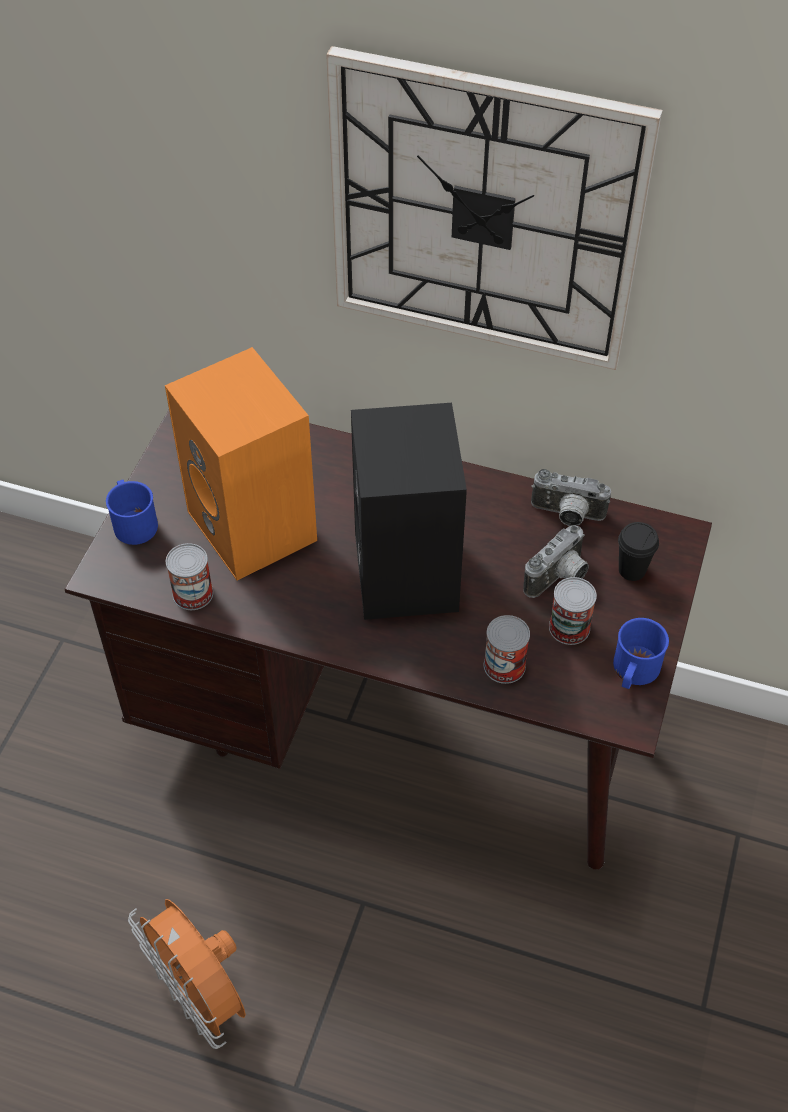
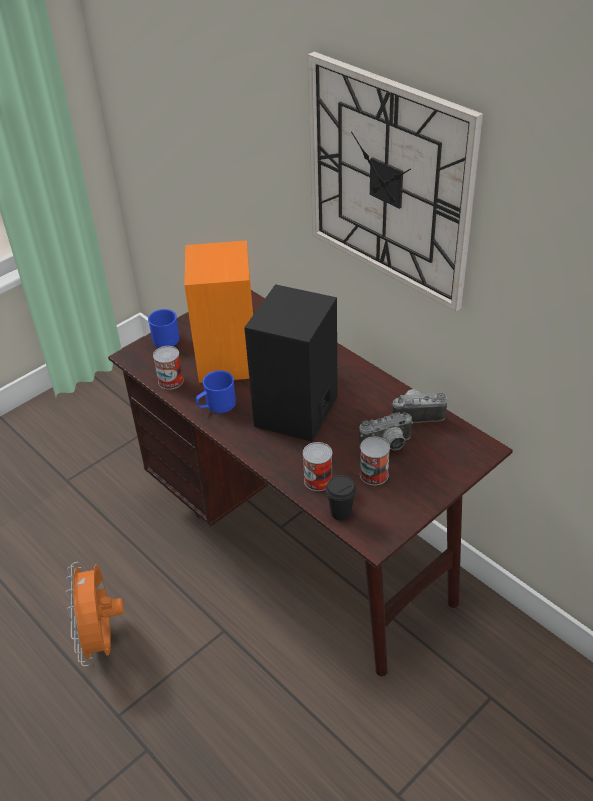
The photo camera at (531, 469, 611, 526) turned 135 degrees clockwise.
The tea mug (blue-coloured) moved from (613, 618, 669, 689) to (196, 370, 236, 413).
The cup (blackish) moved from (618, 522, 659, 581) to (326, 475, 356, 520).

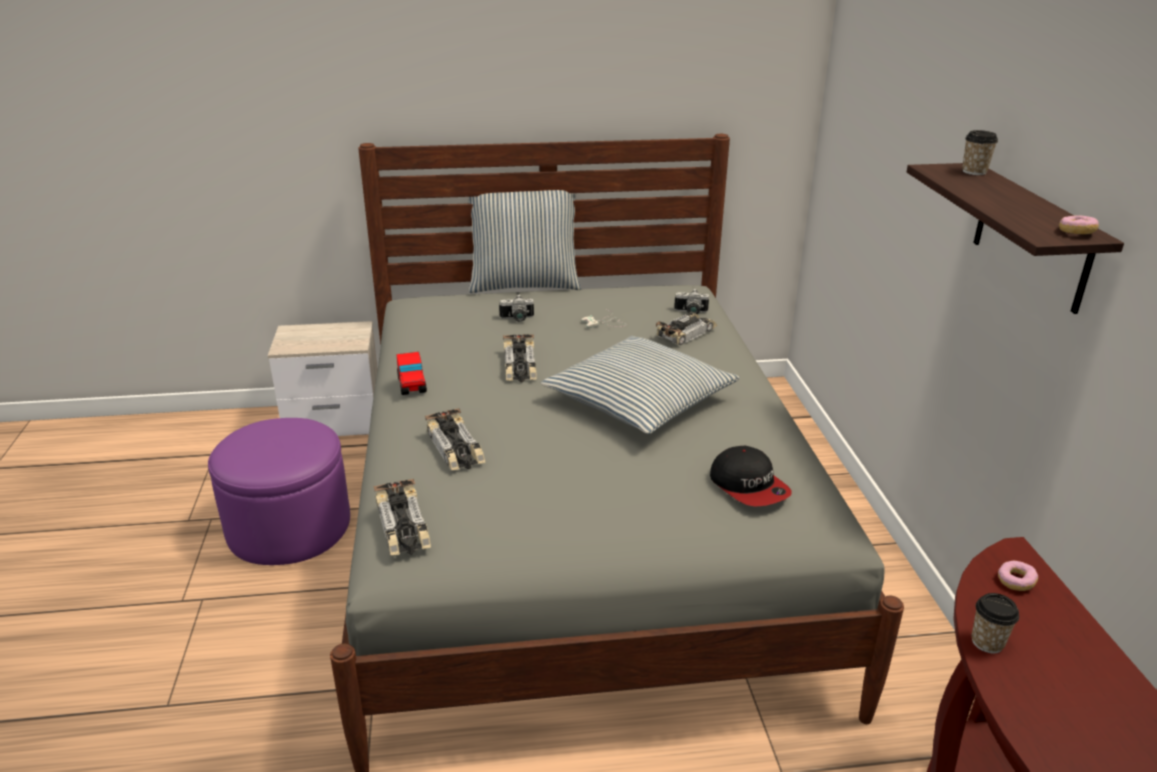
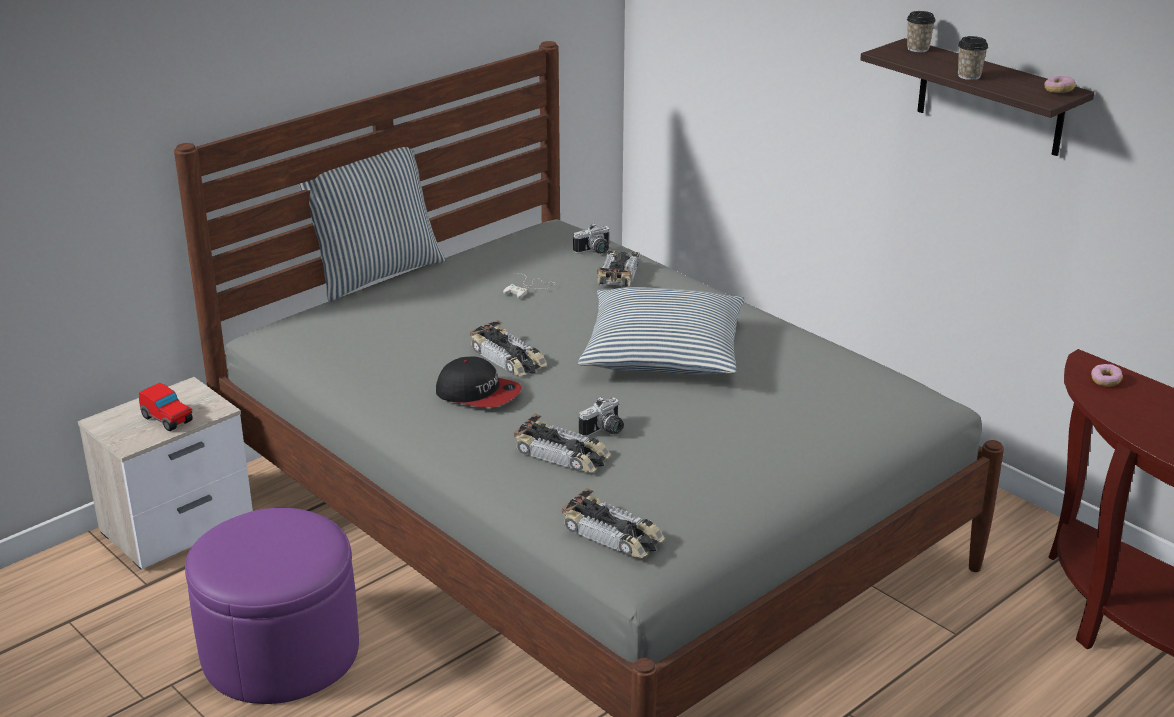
The model car moved from (396, 352, 427, 395) to (139, 383, 193, 431).
The photo camera moved from (499, 294, 534, 322) to (579, 397, 624, 437).
The baseball cap moved from (710, 446, 792, 507) to (436, 357, 522, 408).
The cup moved from (972, 593, 1019, 653) to (958, 36, 988, 80).

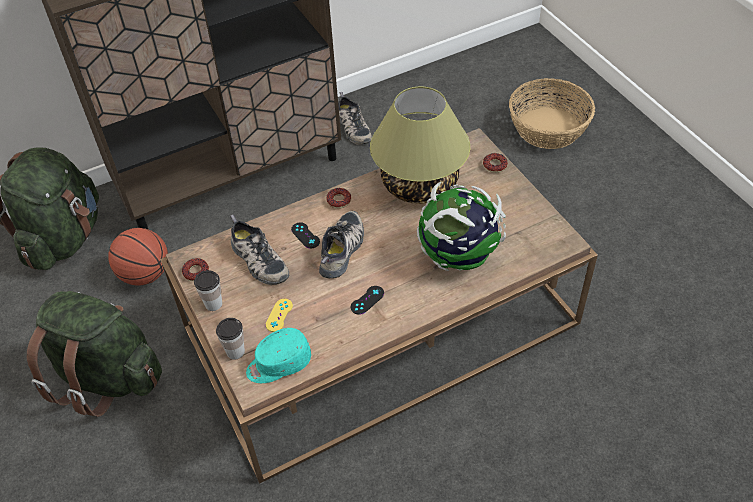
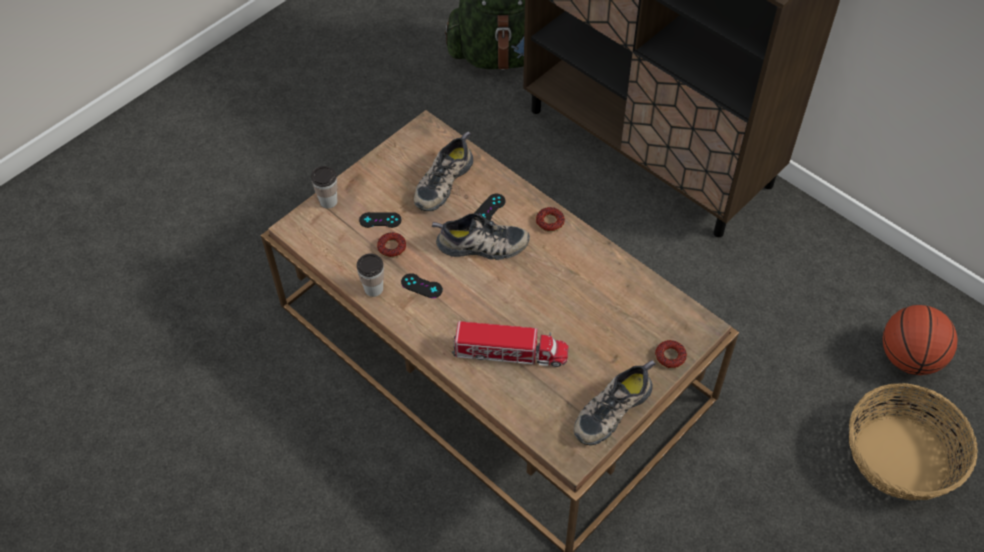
The rucksack (greenish) at (27, 291, 162, 417) disappeared.
The ball for basketball moved from (108, 228, 168, 285) to (883, 305, 957, 375).
The donut moved from (182, 258, 209, 281) to (377, 232, 406, 258).
The cup moved from (194, 270, 222, 311) to (357, 253, 384, 297).
The baseball cap (blue-green) at (246, 328, 311, 383) disappeared.
The gamepad (yellowish) at (266, 299, 293, 332) became the gamepad (blackish) at (359, 212, 401, 228).
The shoe moved from (338, 92, 372, 145) to (574, 360, 656, 446).
The tabletop lamp at (370, 87, 470, 204) disappeared.
The desk globe at (417, 182, 506, 271) was replaced by the toy lorry at (452, 321, 569, 367).

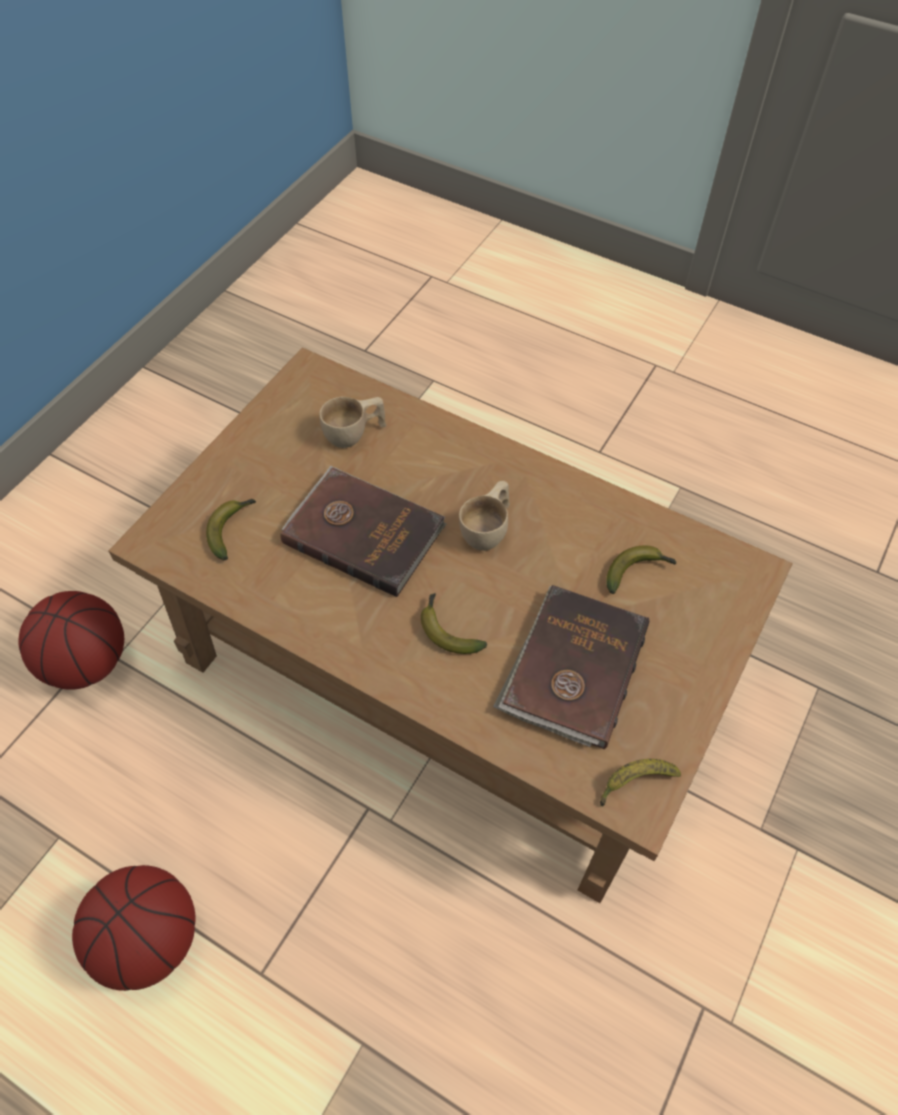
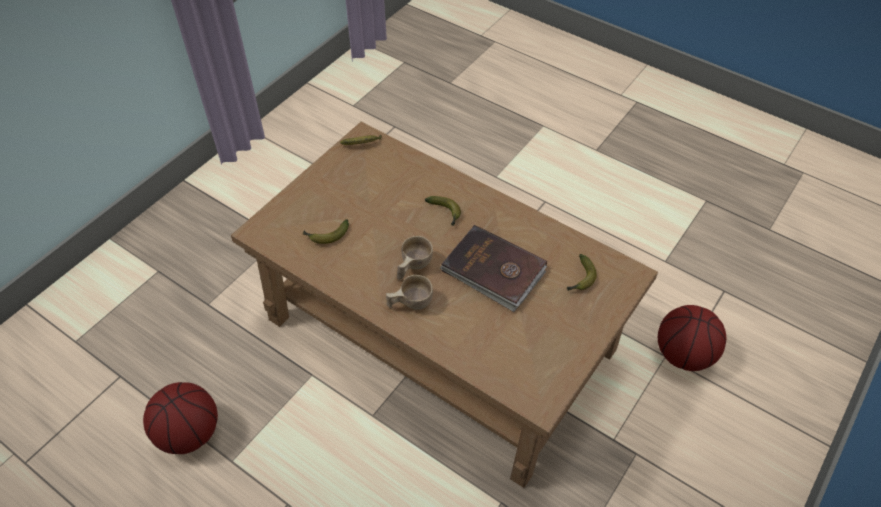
The ball for basketball moved from (72, 865, 195, 991) to (143, 382, 218, 454).
The cup (beige) moved from (320, 397, 386, 448) to (386, 275, 433, 310).
The volume (brown-coloured) at (493, 585, 649, 749) disappeared.

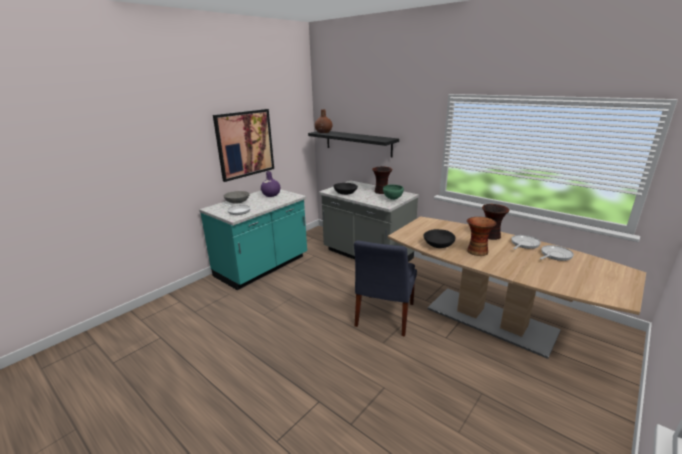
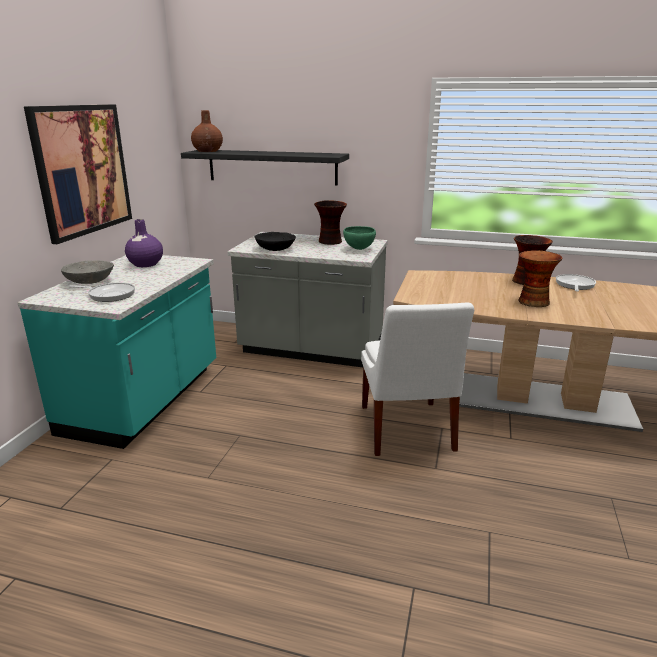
The chair (blue-coloured) at (354, 240, 417, 337) became the chair (white-coloured) at (361, 302, 474, 456).
The bowl (blackish) at (423, 229, 456, 248) disappeared.
The pan at (540, 245, 574, 261) disappeared.

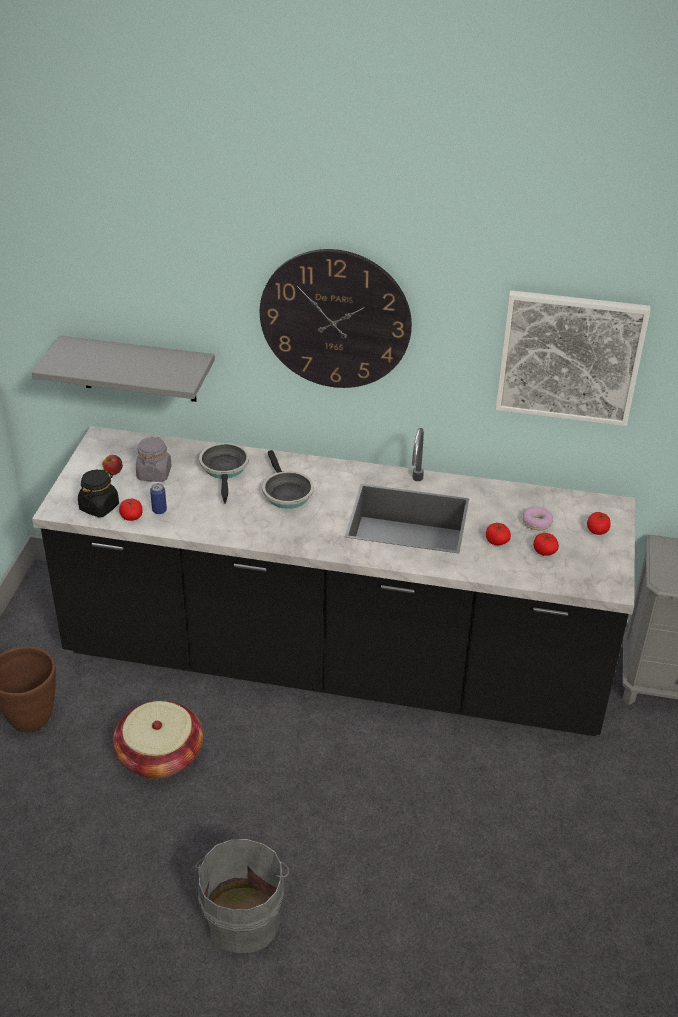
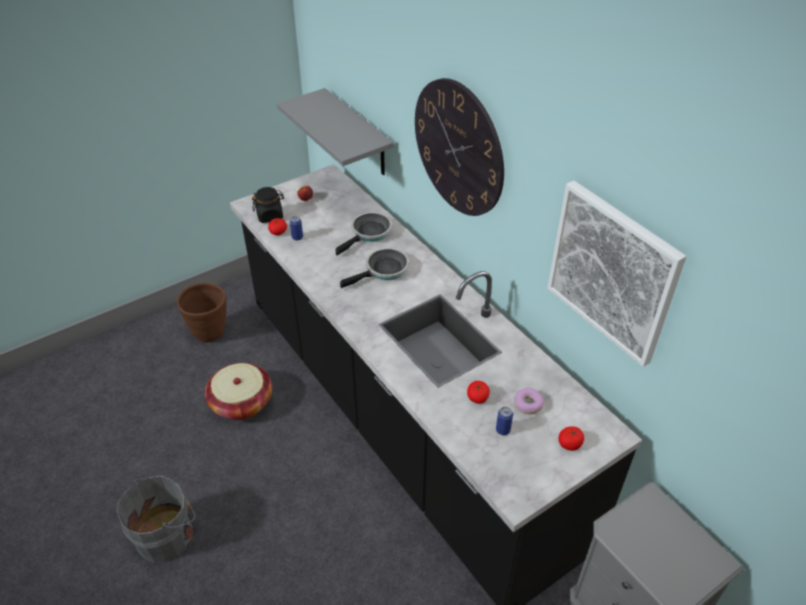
The preserve jar (grey) at (136, 437, 172, 482) disappeared.
The pan at (262, 450, 314, 509) turned 150 degrees counterclockwise.
The whole tomato at (533, 533, 559, 556) was replaced by the sealed can at (496, 407, 513, 435).

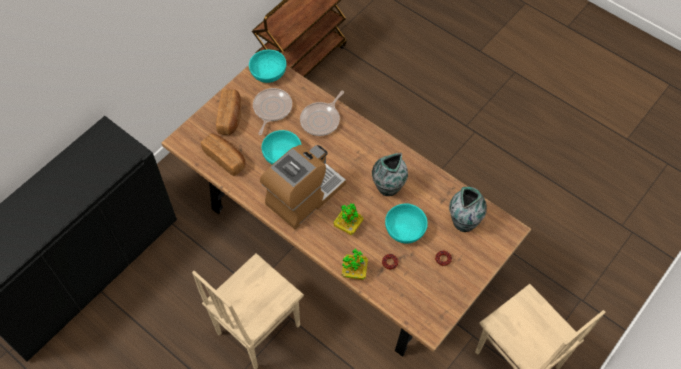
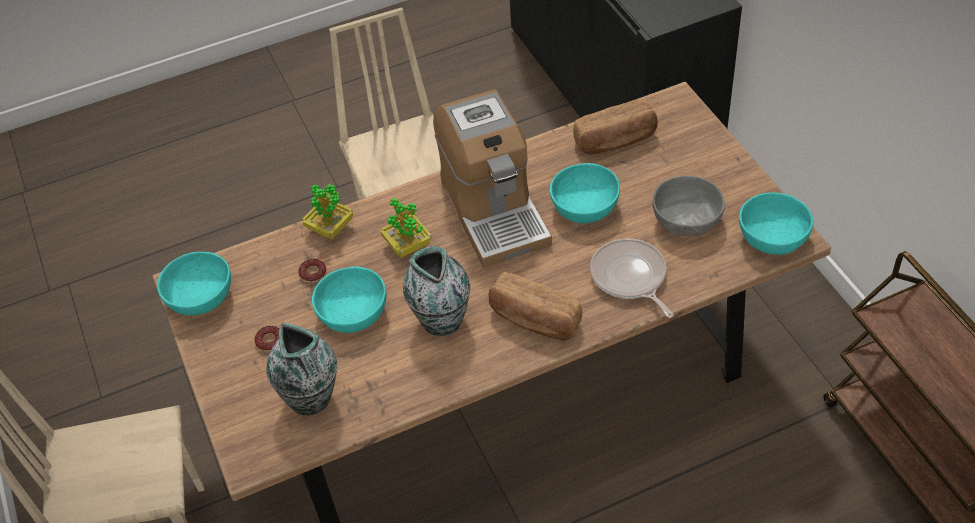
The baked bread moved from (216, 89, 241, 135) to (489, 272, 582, 340).
The pan at (253, 88, 292, 135) was replaced by the bowl (grey) at (653, 175, 725, 236).
The bowl (blue-green) at (157, 252, 231, 315) appeared.

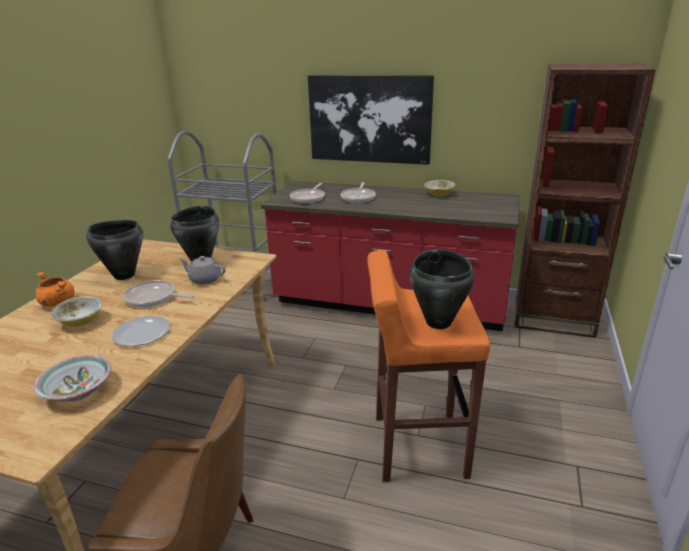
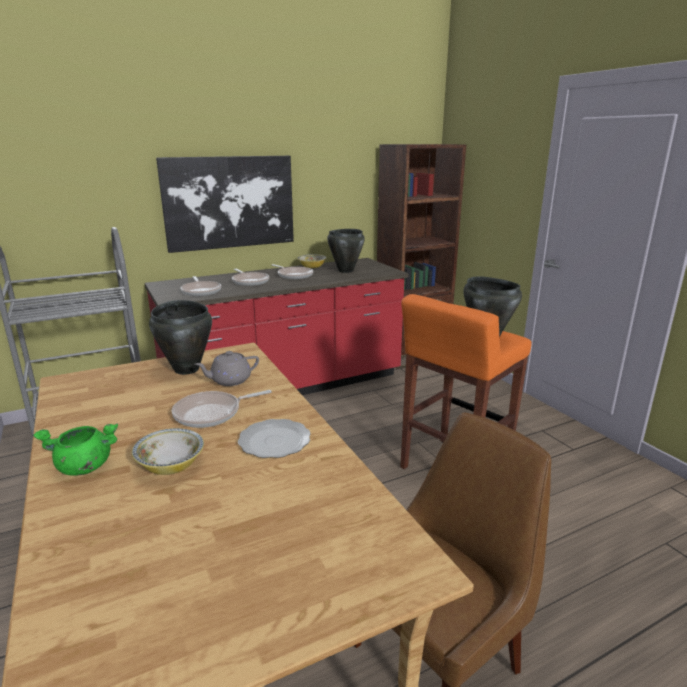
The bowl at (34, 355, 111, 402) disappeared.
The saucepot (orange-coloured) at (35, 272, 74, 307) became the saucepot (greenish) at (33, 424, 118, 476).
The saucepot (blackish) moved from (86, 220, 143, 280) to (327, 229, 365, 273).
The pan at (272, 264, 313, 279) appeared.

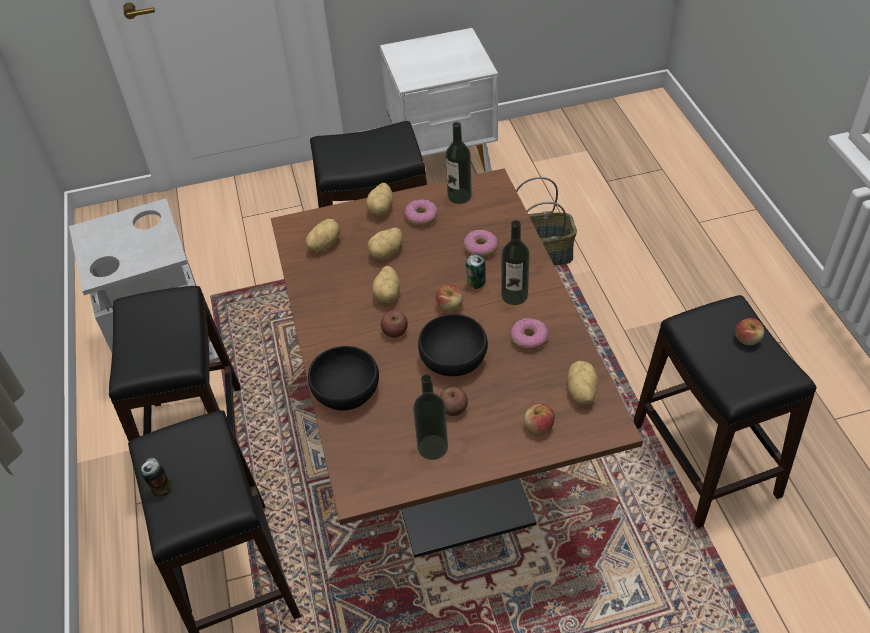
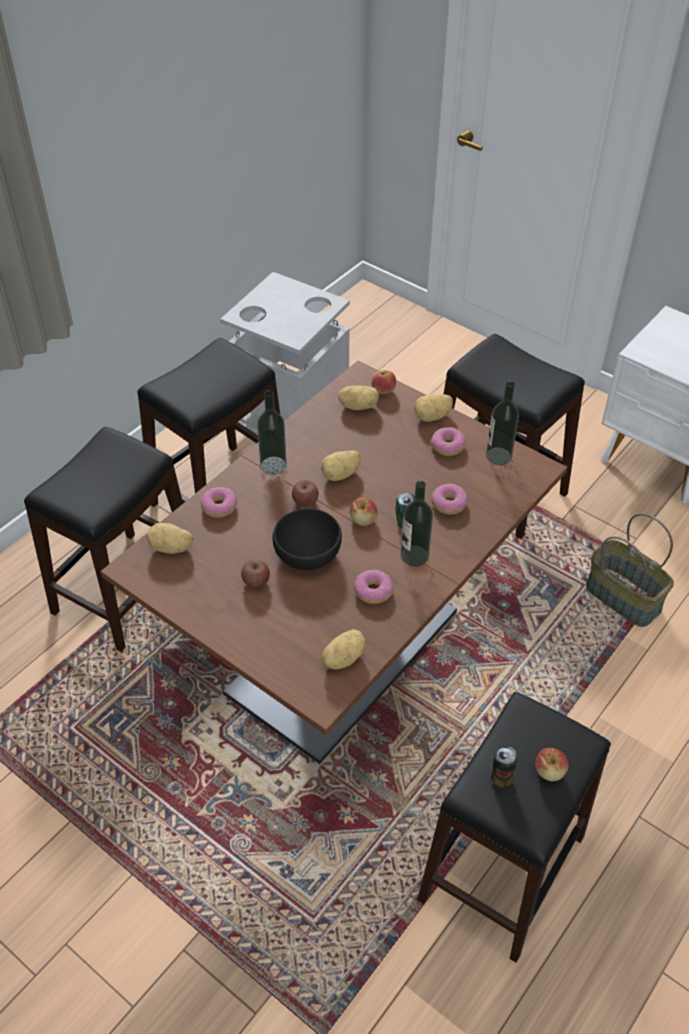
The sealed can moved from (141, 458, 172, 496) to (491, 747, 517, 788).
The bowl (blackish) at (308, 346, 379, 411) was replaced by the donut at (201, 487, 237, 518).
The whole potato moved from (368, 228, 403, 260) to (146, 523, 193, 554).
The drink bottle moved from (413, 374, 448, 460) to (257, 390, 287, 475).
The apple fruit moved from (524, 404, 555, 436) to (371, 370, 396, 394).

